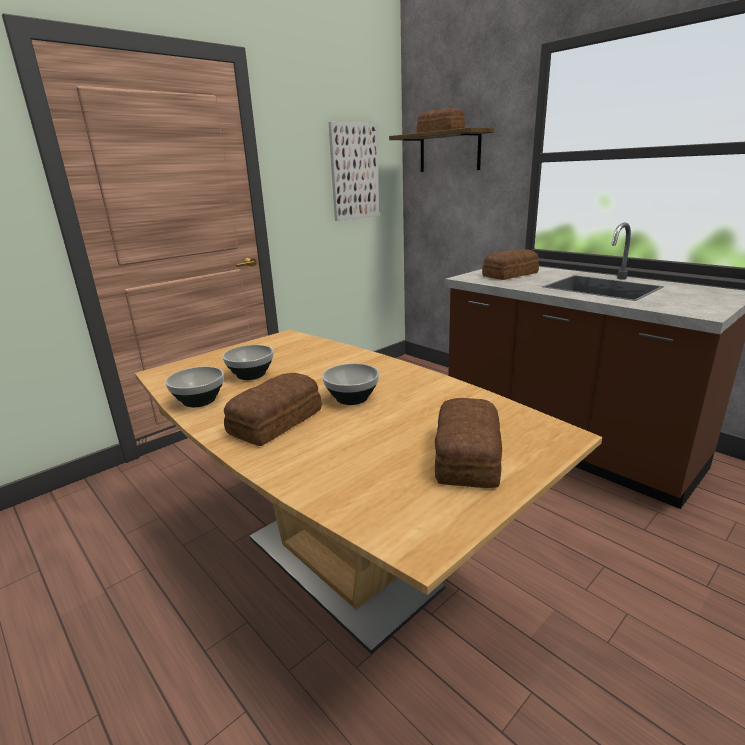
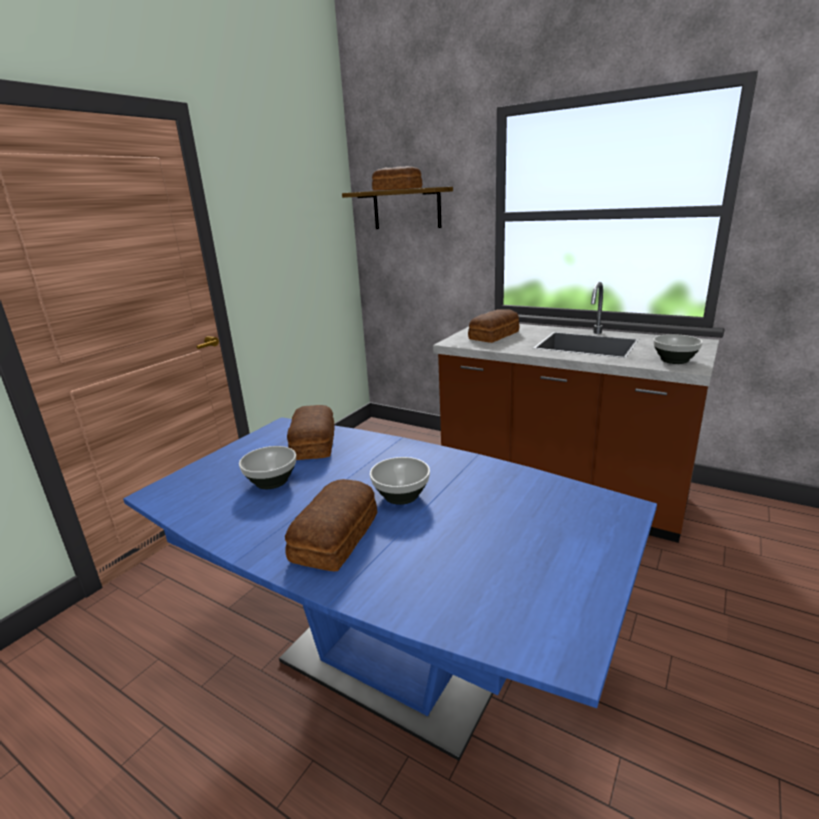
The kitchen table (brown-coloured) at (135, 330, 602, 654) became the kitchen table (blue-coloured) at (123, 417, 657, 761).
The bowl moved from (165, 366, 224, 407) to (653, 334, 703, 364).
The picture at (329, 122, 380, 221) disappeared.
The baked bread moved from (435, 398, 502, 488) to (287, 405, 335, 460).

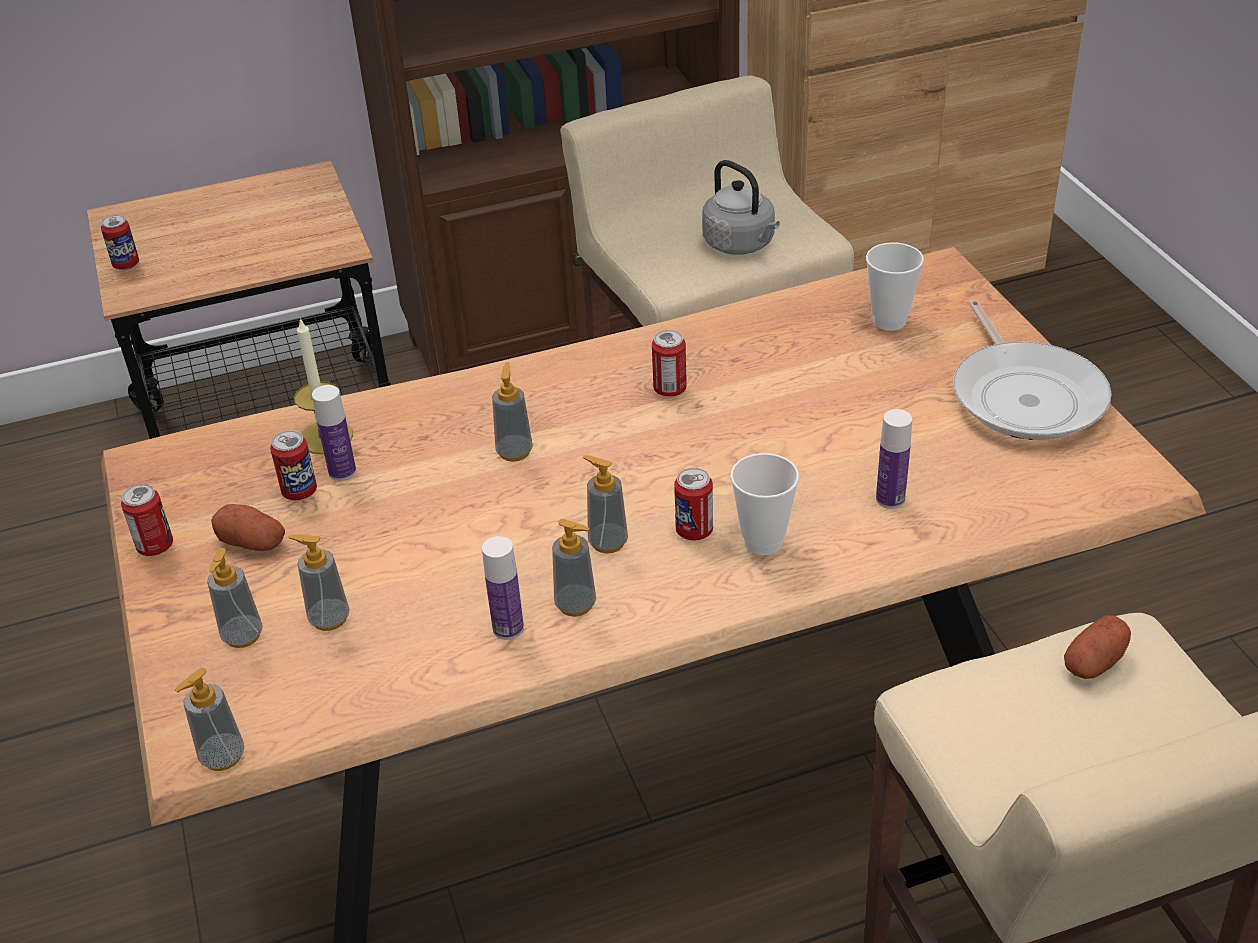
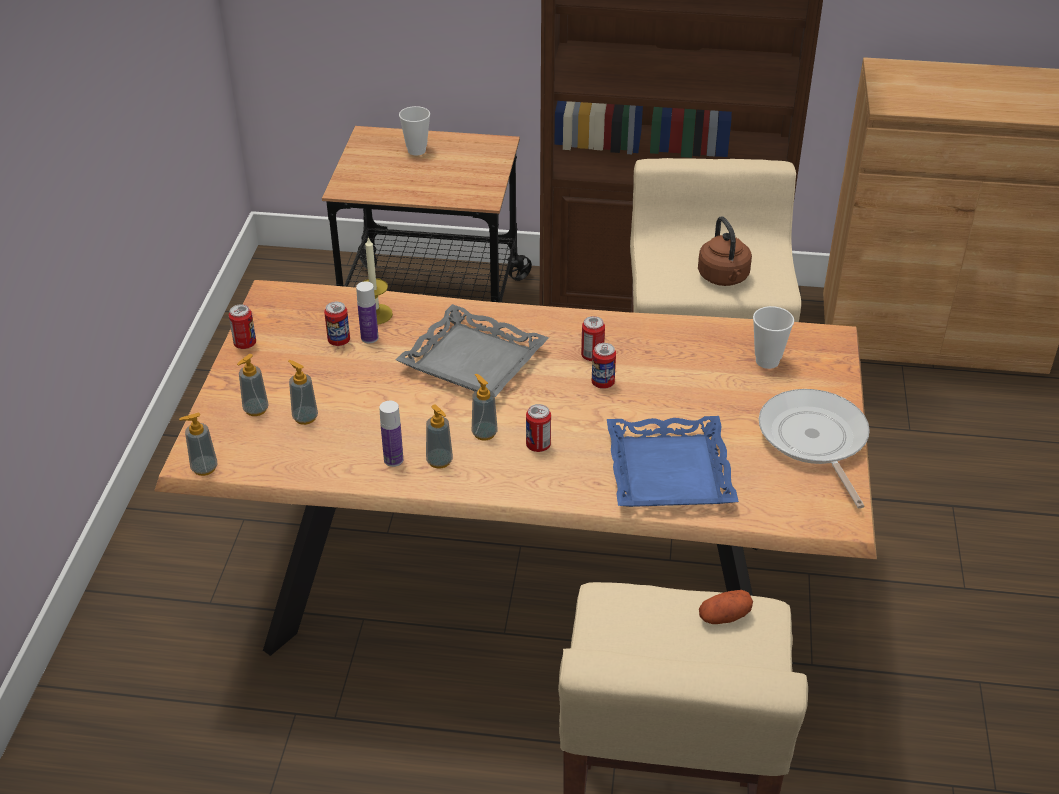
The sealed can moved from (101, 215, 139, 270) to (592, 343, 616, 389).
The whole potato at (211, 504, 285, 551) disappeared.
The soap bottle at (492, 362, 533, 462) was replaced by the tray (grey) at (396, 304, 549, 397).
The water kettle (grey) at (702, 160, 780, 255) became the water kettle (brown-coloured) at (698, 216, 752, 286).
The cup moved from (730, 453, 799, 555) to (399, 106, 430, 156).
The drink bottle at (876, 409, 912, 509) was replaced by the tray (blue-coloured) at (607, 416, 739, 507).
The pan at (953, 300, 1112, 440) turned 150 degrees clockwise.

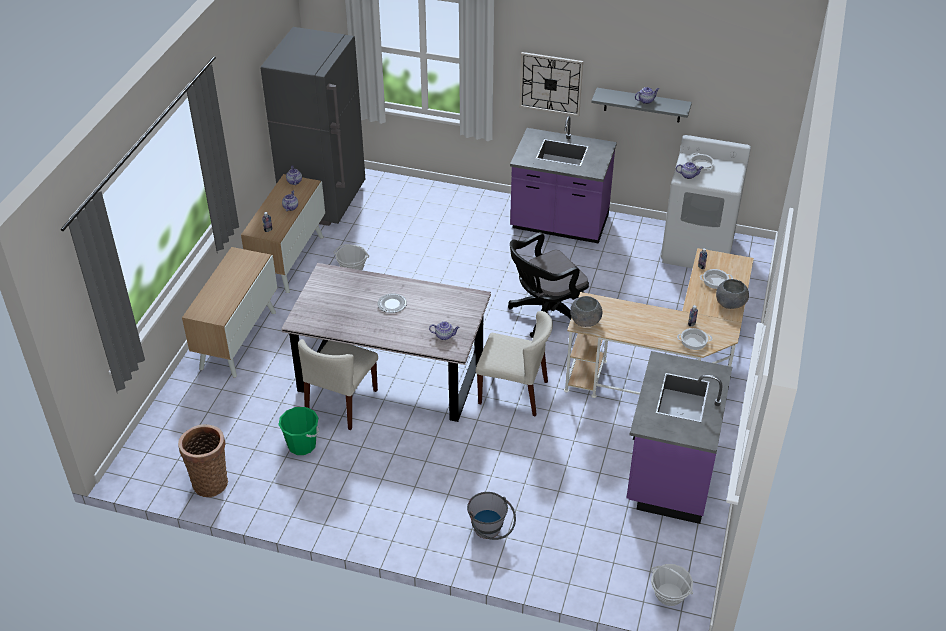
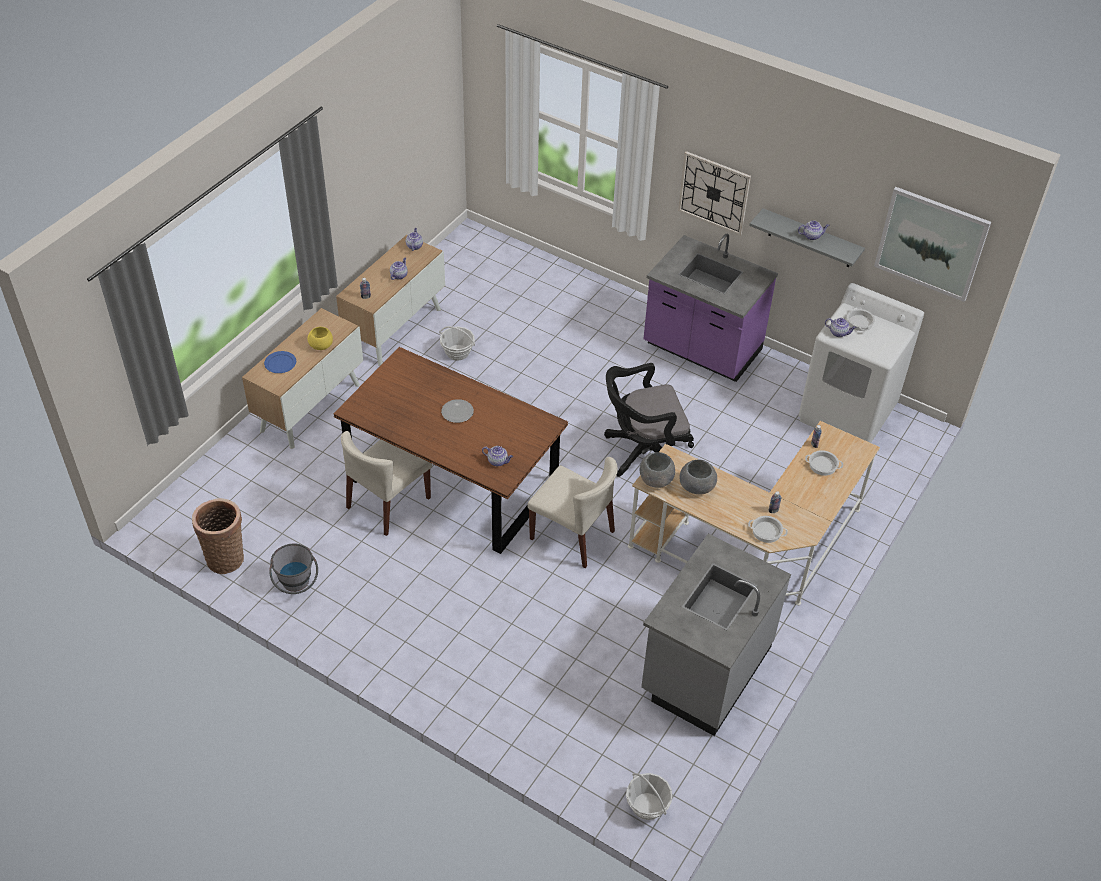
The fridge (grey) at (261, 27, 365, 226) disappeared.
The water bucket (greenish) at (279, 407, 320, 455) disappeared.
The kitchen table (grey) at (281, 263, 491, 422) became the kitchen table (brown-coloured) at (333, 347, 568, 554).
The water bucket (grey) moved from (467, 492, 516, 540) to (269, 543, 318, 594).
The counter (purplish) at (627, 351, 732, 524) became the counter (grey) at (641, 534, 791, 736).
The bowl (grey) moved from (716, 279, 749, 309) to (679, 460, 717, 495).
The plate (blue-coloured) at (264, 351, 296, 373) appeared.
The bowl (yellowish) at (308, 327, 333, 350) appeared.
The picture at (874, 187, 991, 302) appeared.

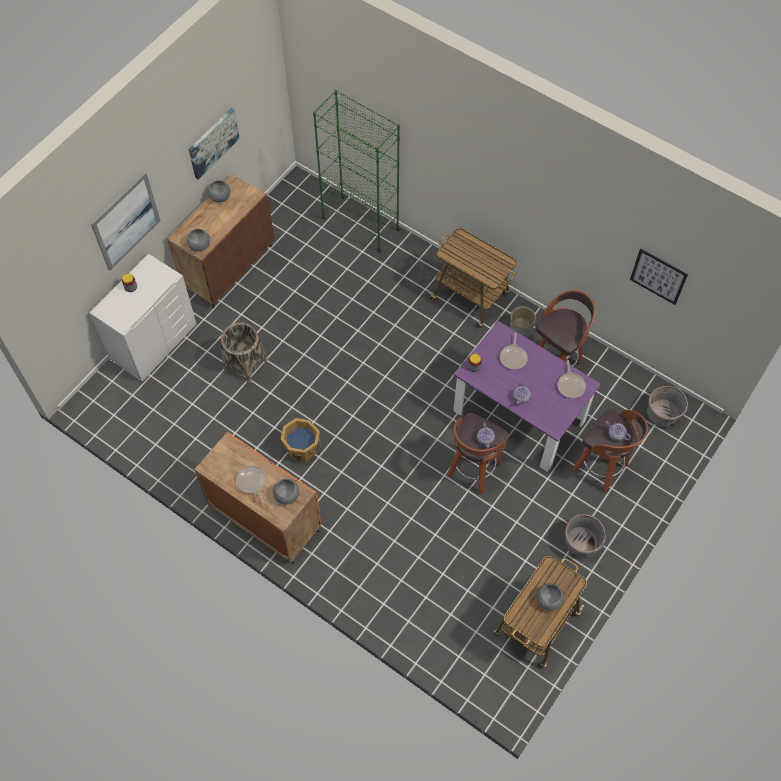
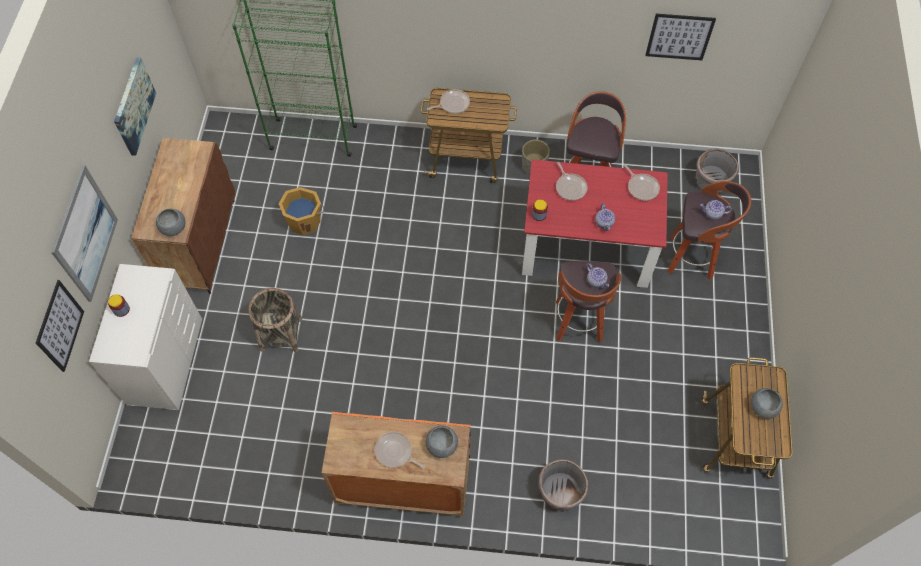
The bowl (grey) at (208, 180, 230, 202) disappeared.
The water bucket (orange-coloured) moved from (281, 418, 321, 462) to (279, 187, 324, 235).
The kitchen table (purplish) at (453, 321, 601, 472) became the kitchen table (red) at (522, 159, 668, 288).
The planter (grey) moved from (565, 514, 606, 559) to (539, 459, 589, 512).
The picture at (36, 280, 84, 372) appeared.
The pan at (427, 89, 470, 114) appeared.

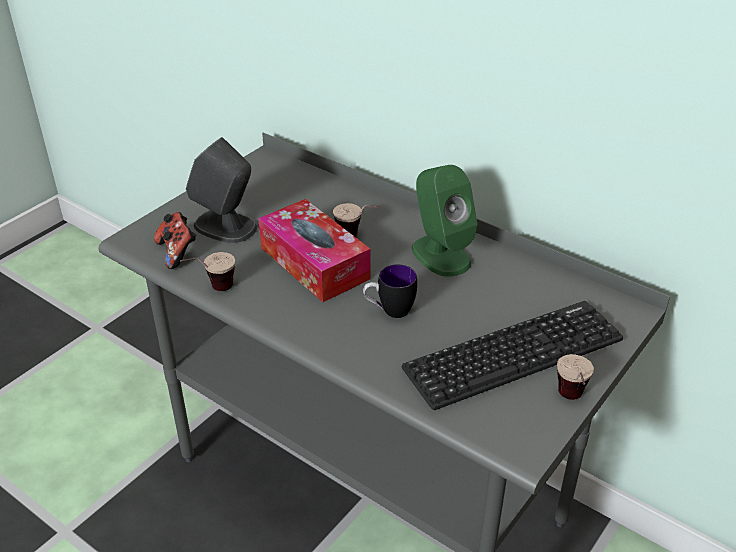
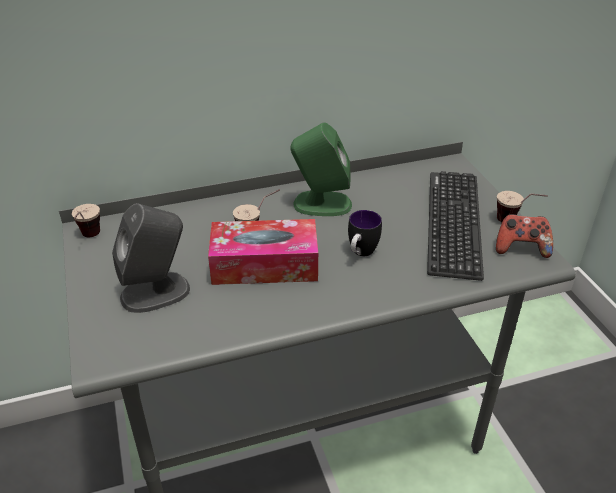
The gamepad moved from (154, 212, 196, 269) to (496, 214, 553, 258).
The cup moved from (180, 252, 235, 291) to (72, 204, 100, 237).

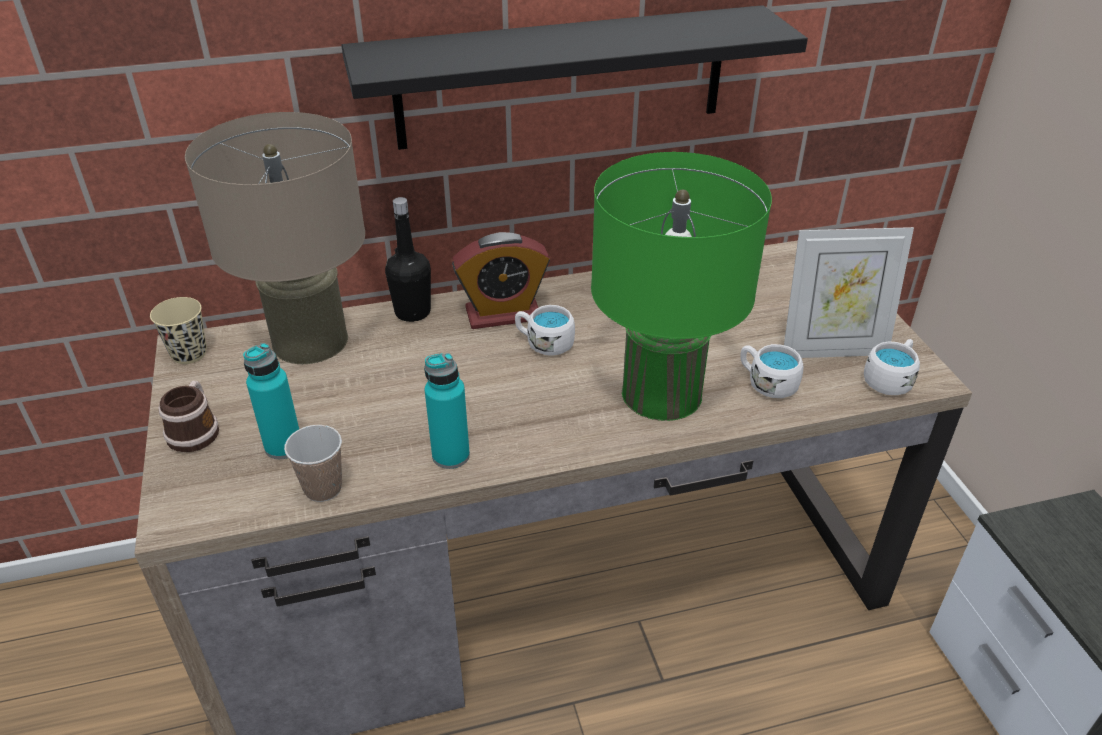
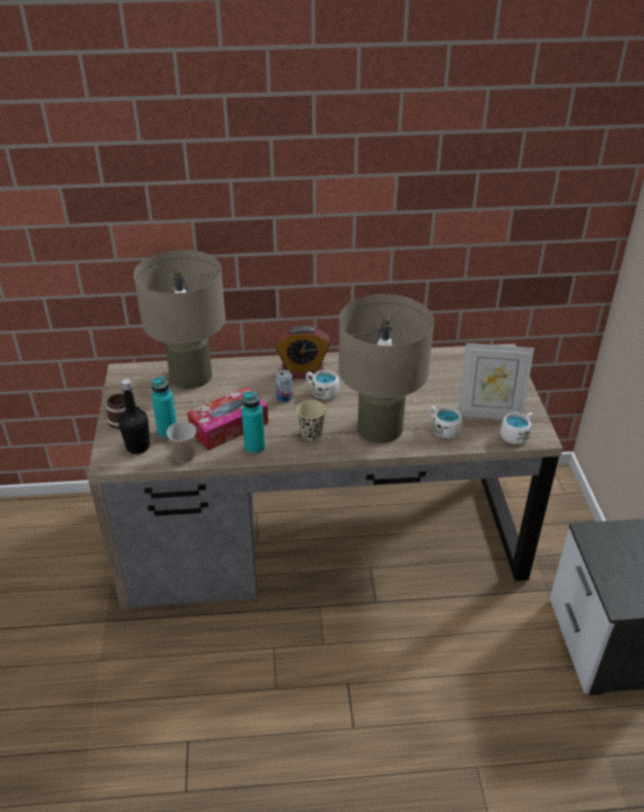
The cup (beige) moved from (150, 297, 207, 364) to (296, 400, 326, 440).
The wall shelf (blackish) at (341, 5, 808, 150) disappeared.
The drink bottle (blackish) moved from (385, 197, 431, 322) to (118, 379, 150, 454).
The tabletop lamp (greenish) at (591, 152, 772, 421) became the tabletop lamp (beige) at (339, 294, 434, 443).
The tissue holder at (187, 386, 268, 450) appeared.
The sealed can at (276, 370, 293, 402) appeared.

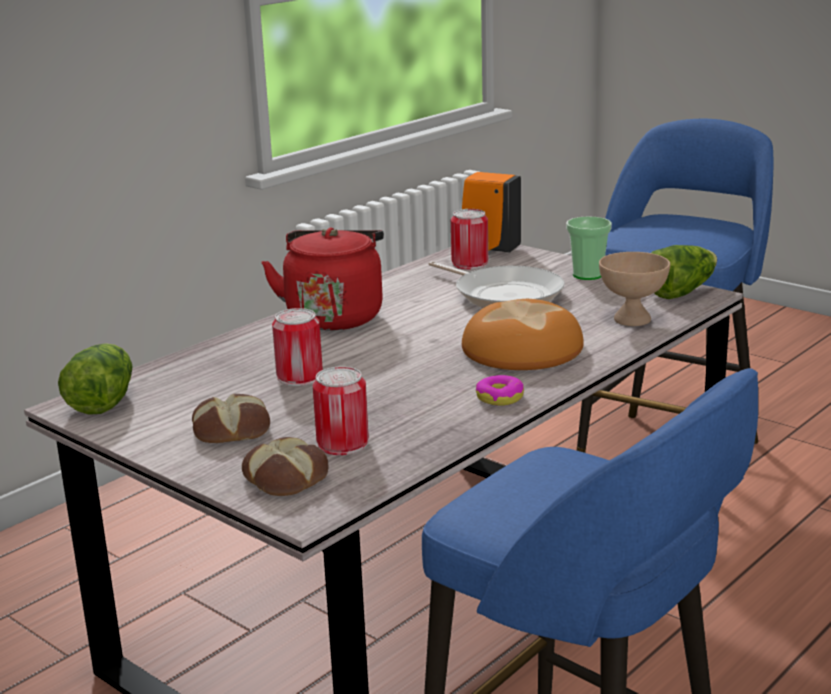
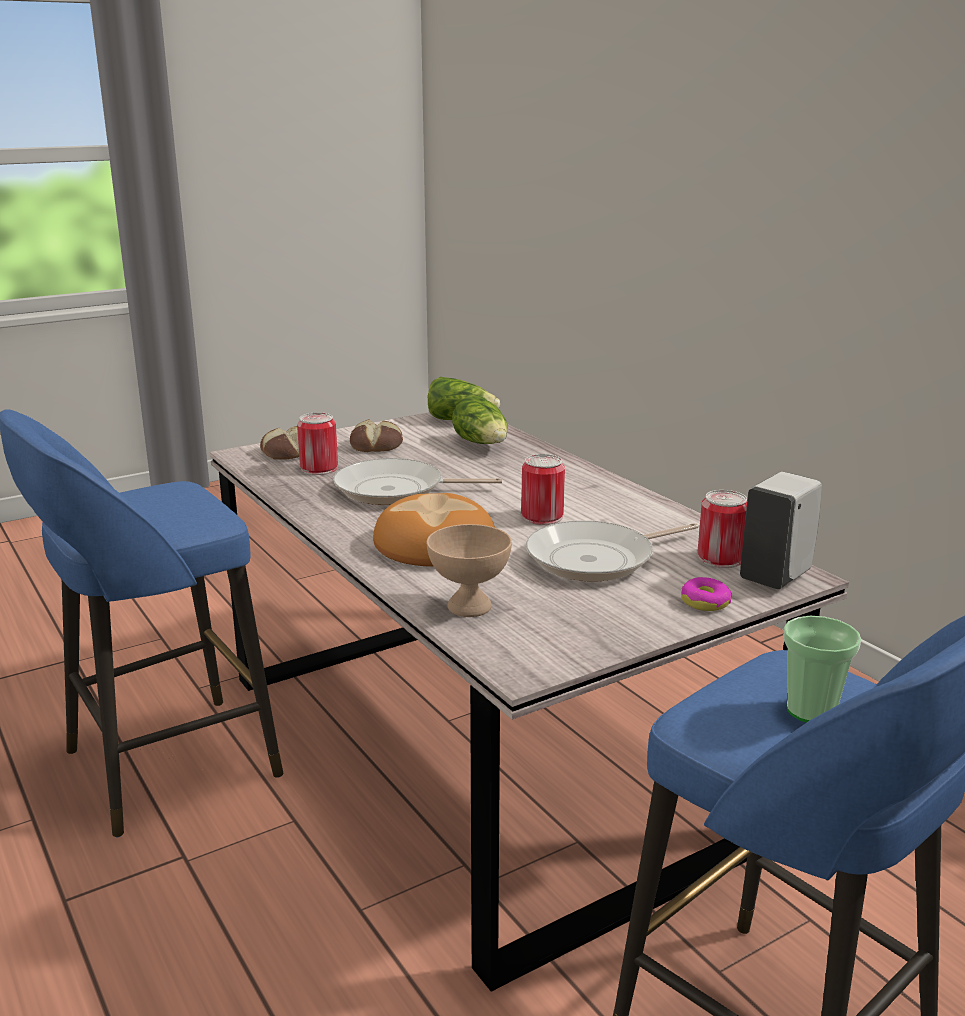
The water kettle (red) at (261, 228, 384, 331) disappeared.
The sealed can moved from (272, 308, 323, 386) to (521, 454, 565, 525).
The soap bottle (orange-coloured) at (462, 172, 521, 253) became the soap bottle (white-coloured) at (740, 472, 822, 589).
The donut moved from (476, 375, 524, 406) to (681, 577, 732, 611).
The cup moved from (566, 216, 612, 280) to (783, 616, 861, 723).
The head of lettuce moved from (652, 245, 717, 299) to (452, 395, 508, 444).
The pan at (333, 458, 502, 505) appeared.

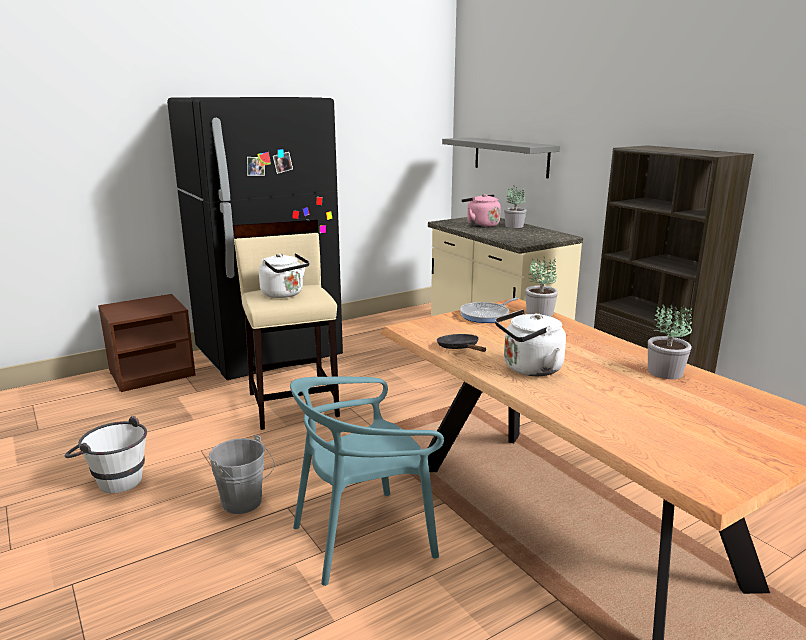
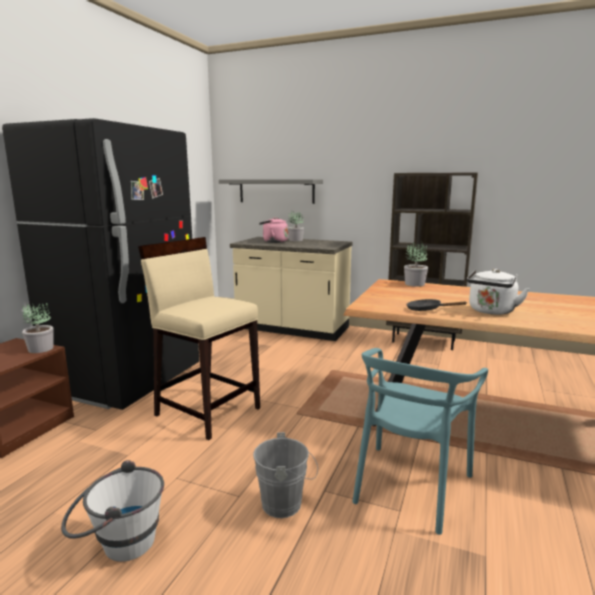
The water kettle (white-coloured) at (259, 253, 310, 298) disappeared.
The pan at (460, 298, 518, 323) disappeared.
The houseplant moved from (648, 304, 692, 379) to (22, 303, 54, 353).

